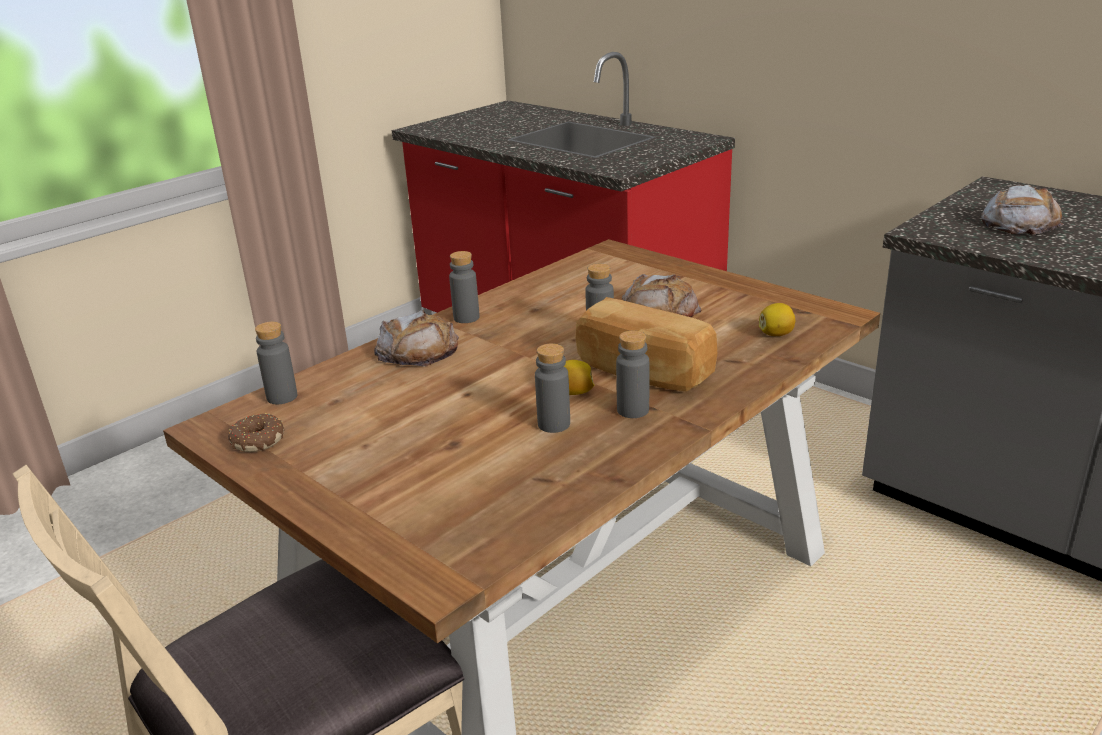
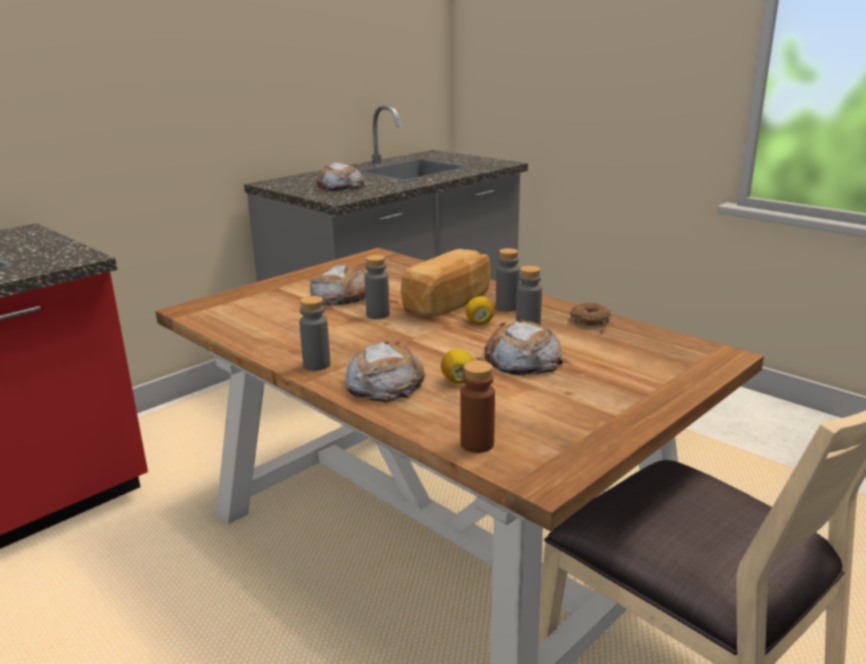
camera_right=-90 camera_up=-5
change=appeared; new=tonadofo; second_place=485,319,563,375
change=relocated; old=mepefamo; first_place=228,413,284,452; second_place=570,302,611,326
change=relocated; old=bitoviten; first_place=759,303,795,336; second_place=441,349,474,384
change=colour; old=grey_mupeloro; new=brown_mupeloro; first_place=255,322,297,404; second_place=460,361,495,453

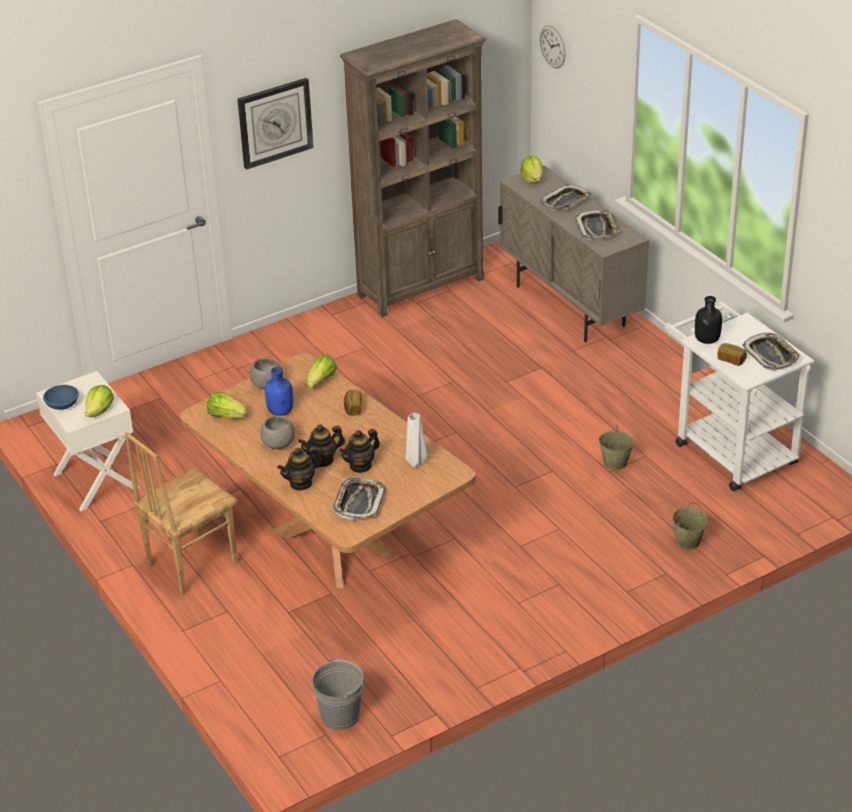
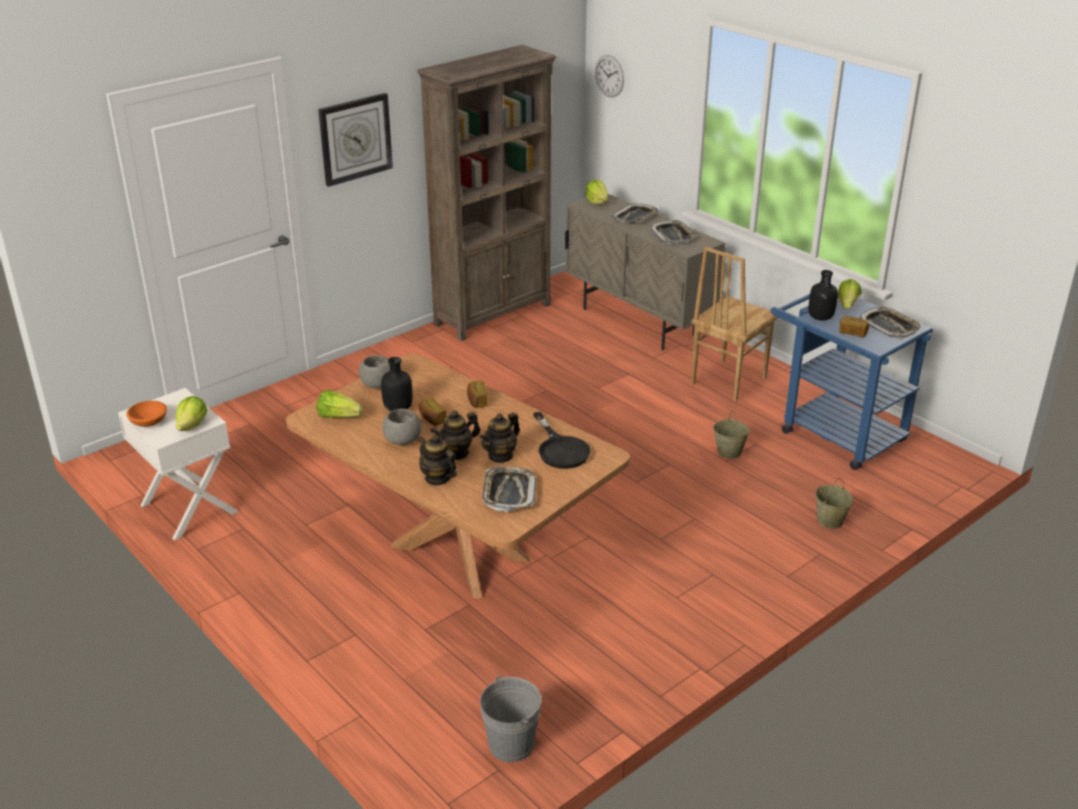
camera_right=-10 camera_up=-5
change=appeared; new=tonadofo; second_place=419,398,446,425
change=relocated; old=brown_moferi; first_place=125,432,238,595; second_place=691,247,778,401
change=relocated; old=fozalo; first_place=307,355,337,388; second_place=838,279,862,309
change=exchanged; old=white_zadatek; new=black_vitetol; first_place=406,413,427,467; second_place=533,412,590,469
change=colour; old=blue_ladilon; new=orange_ladilon; first_place=43,385,79,410; second_place=126,401,167,427
change=colour; old=blue_mupeloro; new=black_mupeloro; first_place=265,367,293,416; second_place=381,357,412,411
change=colour; old=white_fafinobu; new=blue_fafinobu; first_place=665,302,815,491; second_place=771,294,933,470
change=spun; old=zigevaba; first_place=277,447,321,491; second_place=418,435,457,486; degrees=90

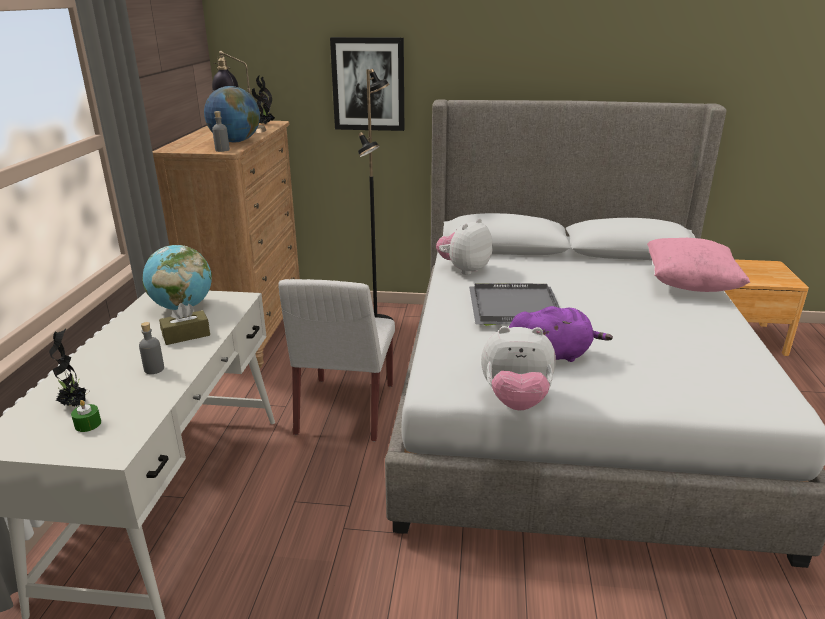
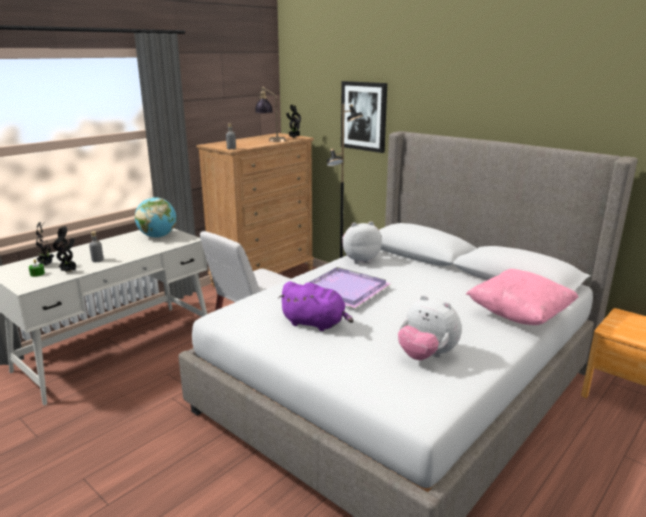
camera_right=35 camera_up=-5
change=missing; old=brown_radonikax; first_place=159,303,210,345
change=missing; old=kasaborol; first_place=204,86,260,142
change=appeared; new=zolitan; second_place=53,226,77,272
change=relocated; old=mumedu; first_place=481,326,556,410; second_place=398,295,462,360
change=colour; old=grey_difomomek; new=purple_difomomek; first_place=469,284,560,326; second_place=308,267,391,308

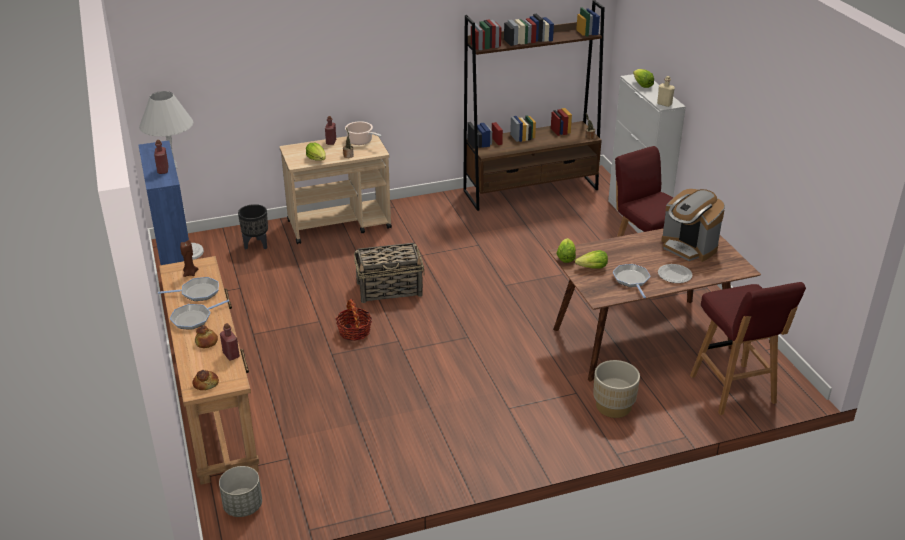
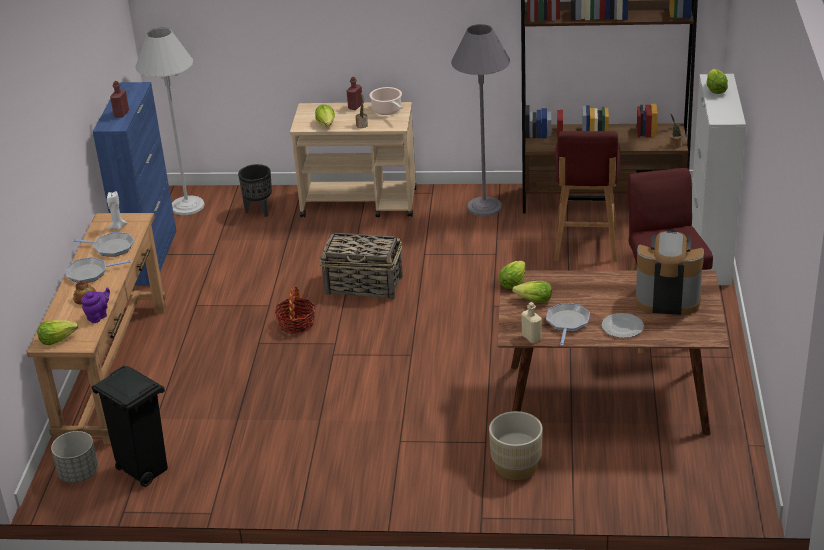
camera_right=25 camera_up=0
change=appeared; new=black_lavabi; second_place=91,365,168,487
change=appeared; new=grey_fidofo; second_place=451,24,510,217
change=relocated; old=beige_mupeloro; first_place=657,76,675,107; second_place=521,302,542,343
change=relocated; old=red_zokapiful; first_place=690,282,806,415; second_place=554,131,620,262
change=exchanged; old=tonadofo; new=fozalo; first_place=192,370,219,390; second_place=37,320,78,345
change=exchanged; old=red_mupeloro; new=purple_zigevaba; first_place=220,323,240,361; second_place=81,287,110,323
change=colour; old=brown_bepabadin; new=white_bepabadin; first_place=180,240,198,277; second_place=107,191,128,230
change=spun; old=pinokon; first_place=661,189,725,262; second_place=635,230,704,315; degrees=120

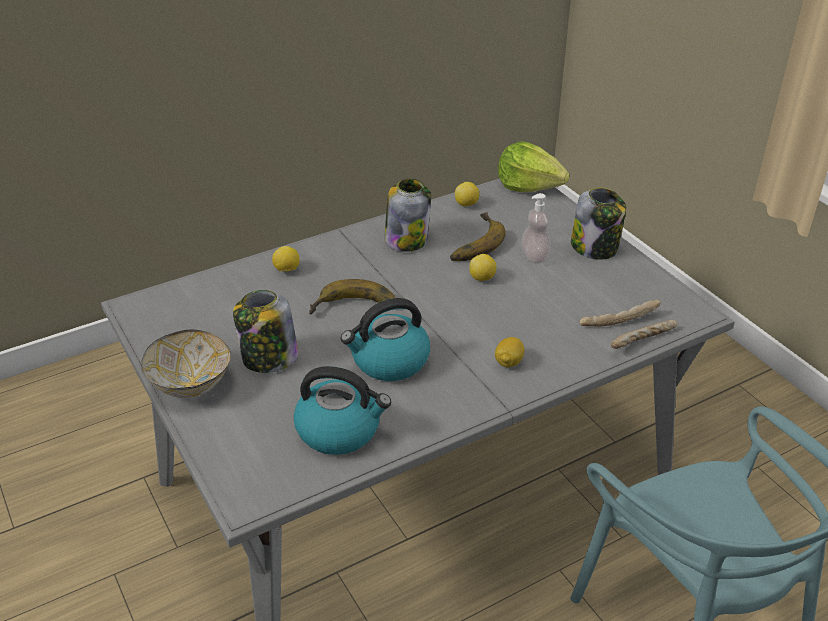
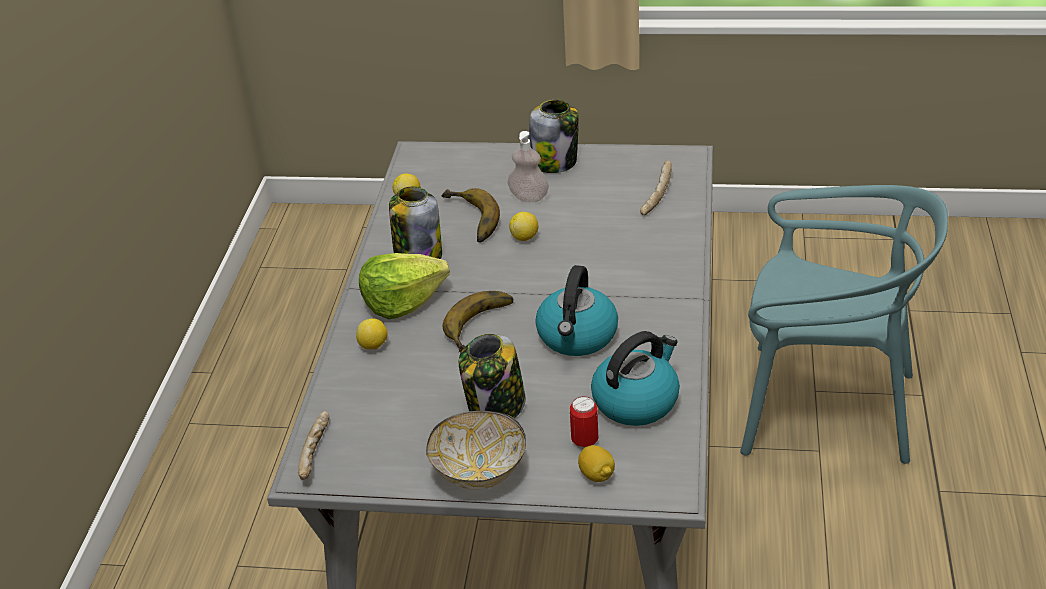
camera_right=-50 camera_up=0
change=appeared; new=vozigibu; second_place=570,396,598,449
change=relocated; old=bitoviten; first_place=495,337,524,367; second_place=578,445,615,482
change=relocated; old=fozalo; first_place=498,141,569,192; second_place=359,253,450,319
change=relocated; old=tonadofo; first_place=611,320,678,349; second_place=298,411,329,480

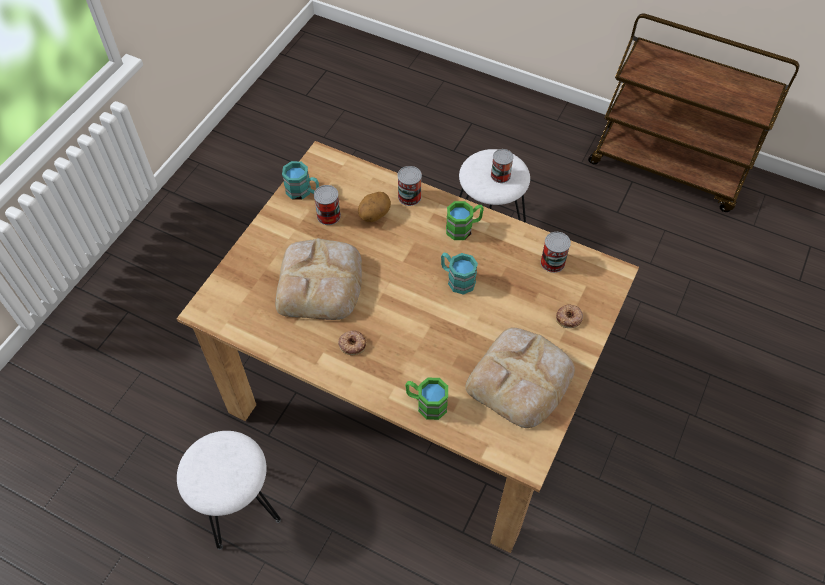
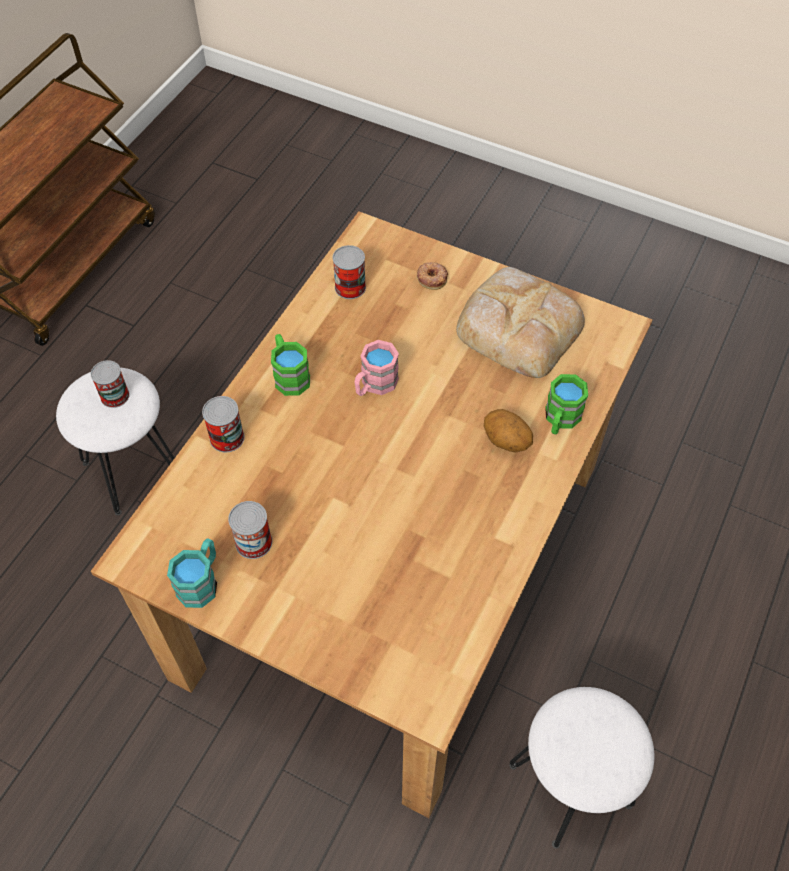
camera_right=-90 camera_up=0
change=missing; old=tonadofo; first_place=275,238,362,320
change=missing; old=mepefamo; first_place=338,330,367,355
change=relocated; old=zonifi; first_place=358,192,391,222; second_place=484,409,533,453
change=colour; old=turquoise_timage; new=pink_timage; first_place=441,253,478,295; second_place=354,340,399,396

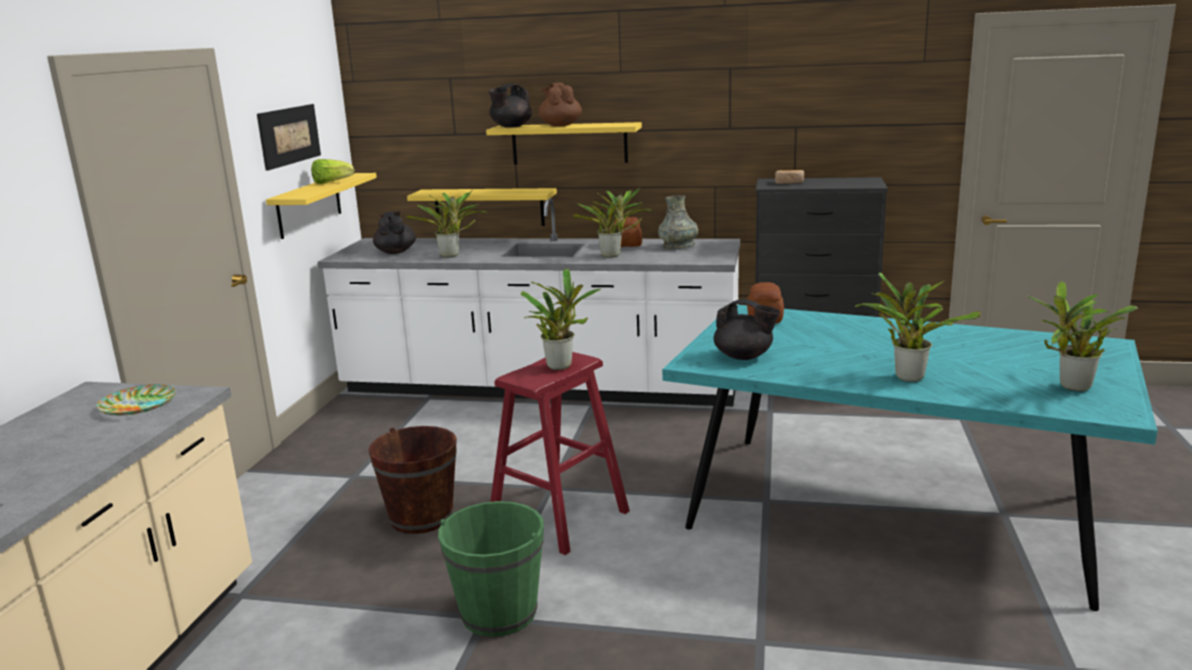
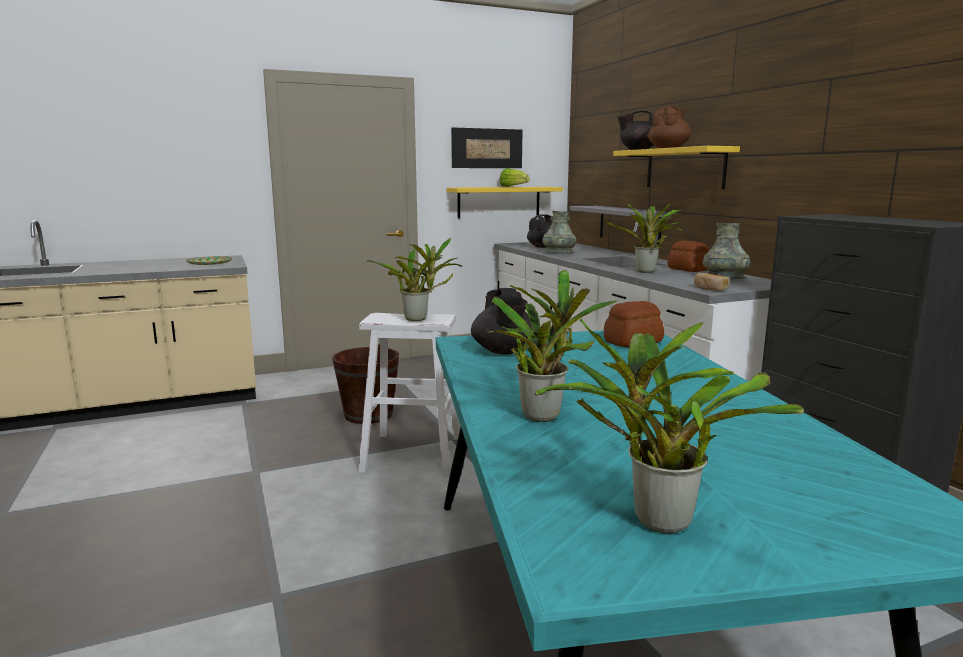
camera_right=55 camera_up=-5
change=missing; old=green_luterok; first_place=438,501,544,637
change=relocated; old=tonadofo; first_place=775,170,804,184; second_place=694,273,729,291
change=exchanged; old=zolitan; new=grey_zadatek; first_place=406,191,490,258; second_place=542,211,576,254
change=colour; old=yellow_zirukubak; new=grey_zirukubak; first_place=407,188,557,226; second_place=570,206,671,244
change=colour; old=red_zokapiful; new=white_zokapiful; first_place=490,352,630,555; second_place=358,313,460,476

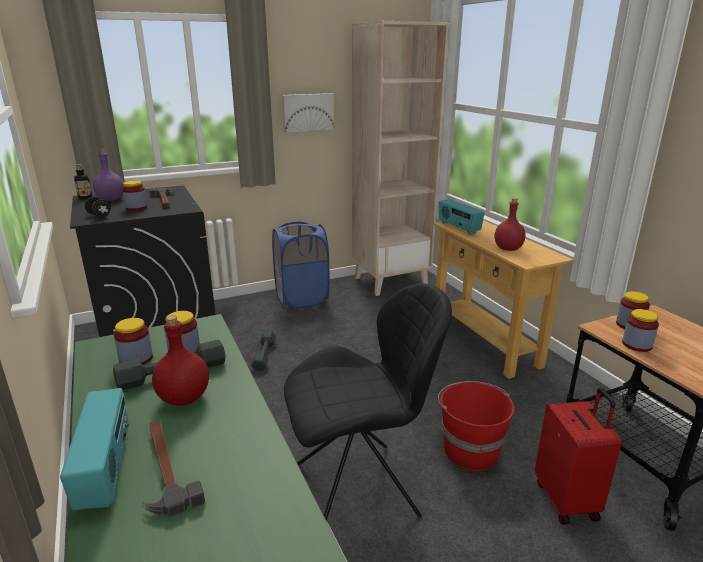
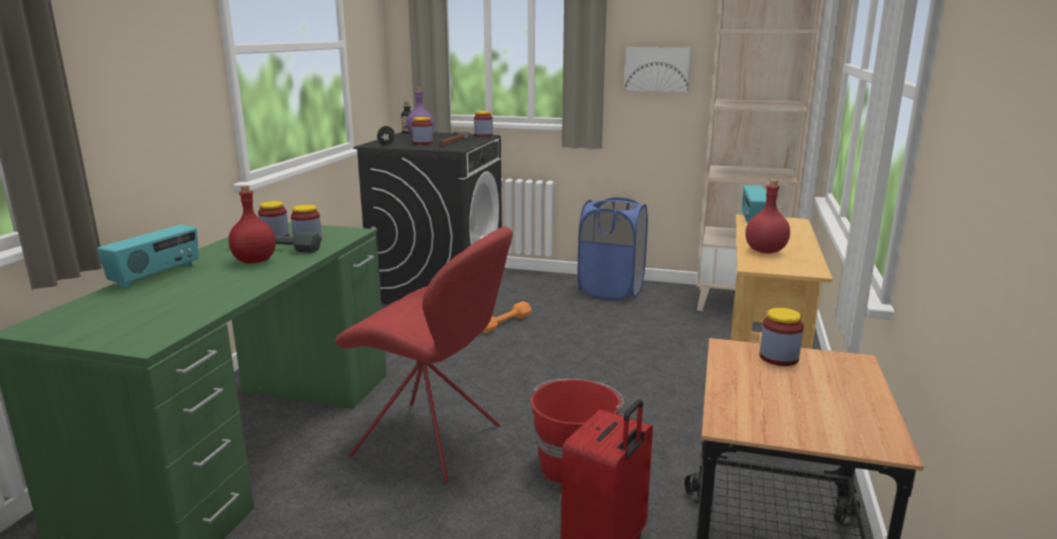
camera_right=40 camera_up=-5
change=missing; old=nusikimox; first_place=142,420,205,517
change=relocated; old=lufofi; first_place=622,309,659,352; second_place=474,111,493,137
change=colour; old=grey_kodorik; new=orange_kodorik; first_place=251,331,276,371; second_place=482,301,532,333
change=colour; old=black_moferi; new=red_moferi; first_place=284,283,452,521; second_place=335,226,513,483

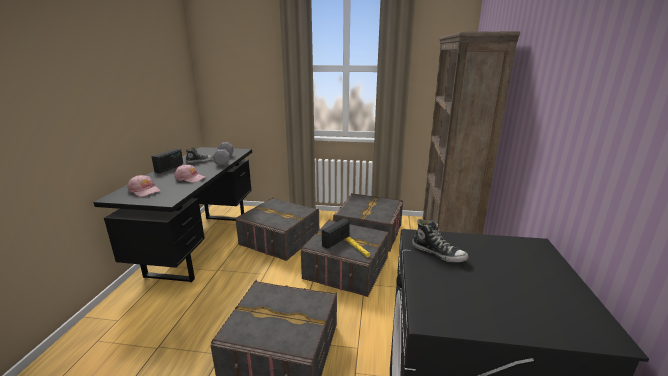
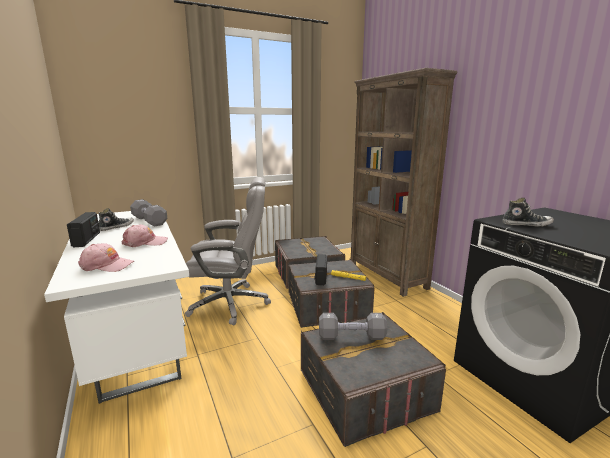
camera_right=-35 camera_up=-5
change=appeared; new=grey_kodorik; second_place=319,313,387,340
change=exchanged; old=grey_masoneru; new=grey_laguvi; first_place=236,197,319,261; second_place=185,177,271,325
change=colour; old=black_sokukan; new=white_sokukan; first_place=93,147,252,282; second_place=44,211,189,404

